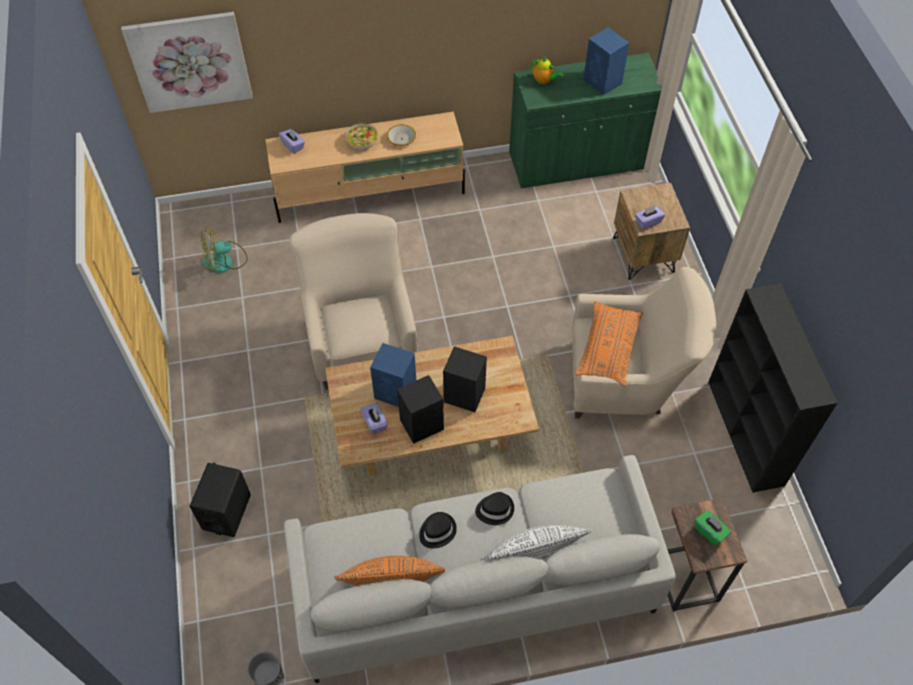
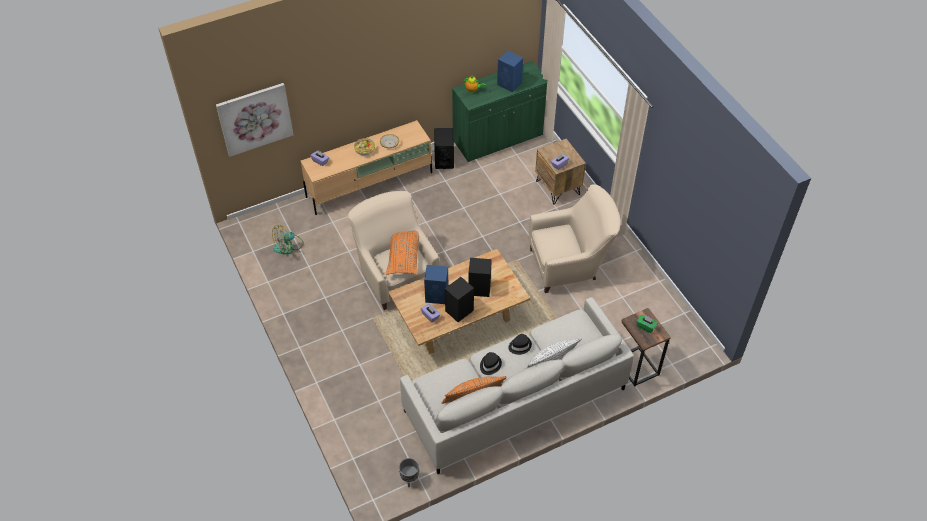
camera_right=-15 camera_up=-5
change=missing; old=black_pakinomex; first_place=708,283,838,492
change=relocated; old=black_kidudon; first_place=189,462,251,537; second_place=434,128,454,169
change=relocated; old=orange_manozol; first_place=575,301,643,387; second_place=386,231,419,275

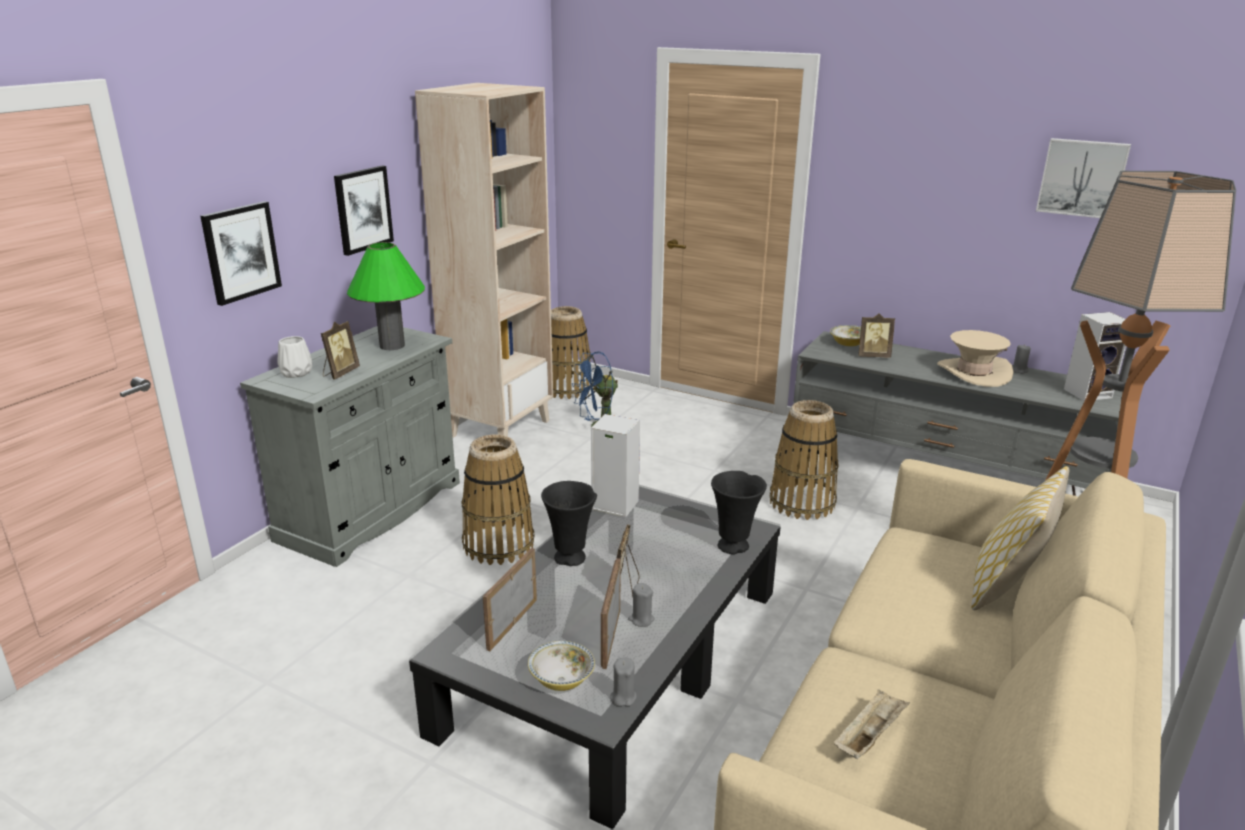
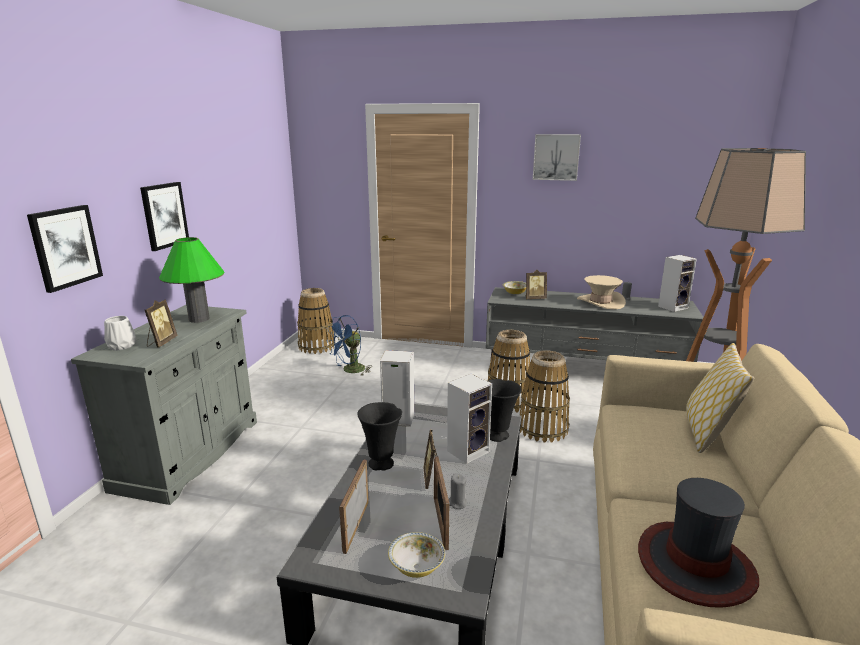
camera_right=-15 camera_up=-5
change=missing; old=beige_pakinomex; first_place=415,83,553,451
change=missing; old=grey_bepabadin; first_place=610,658,637,706
change=appeared; new=kidudon; second_place=447,374,492,464
change=relocated; old=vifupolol; first_place=462,435,534,565; second_place=520,350,570,443
change=relocated; old=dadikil; first_place=1036,138,1131,218; second_place=533,134,581,181
change=exchanged; old=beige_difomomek; new=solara; first_place=834,689,910,759; second_place=638,478,759,608

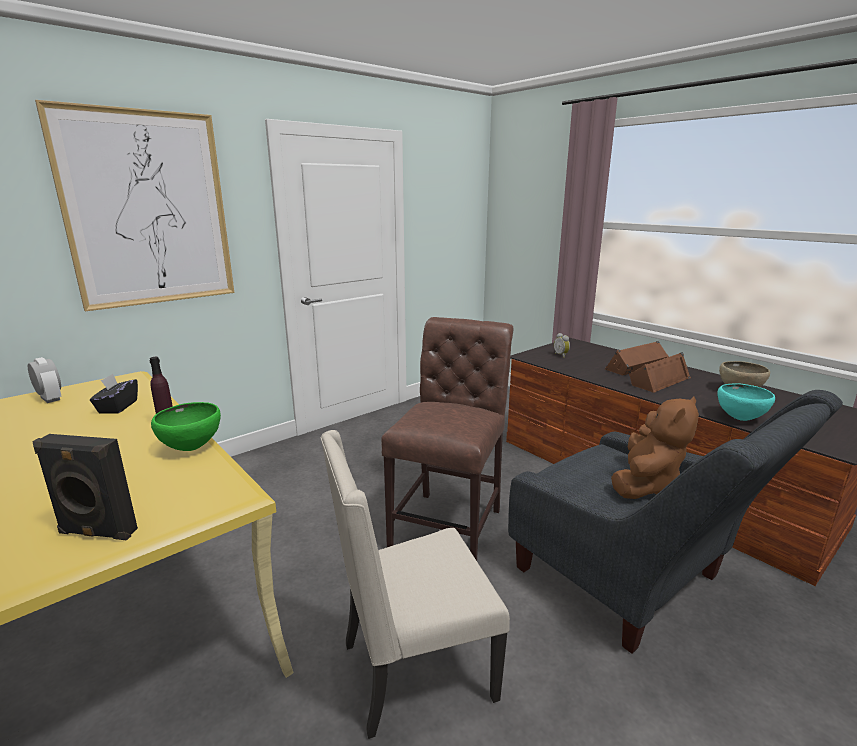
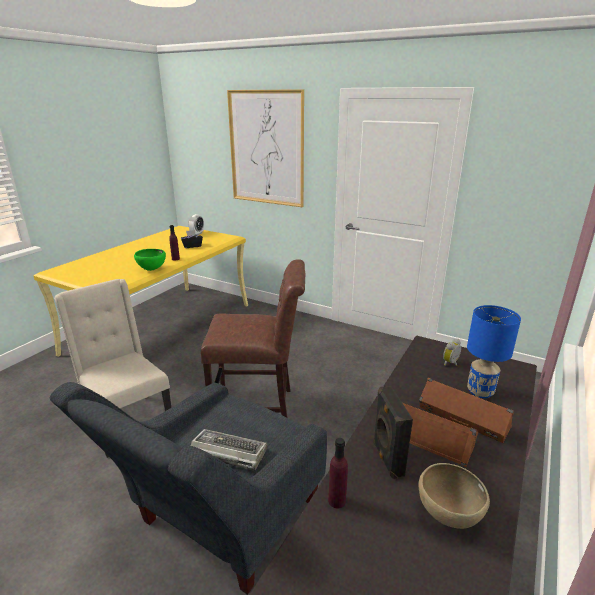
camera_right=70 camera_up=5
change=appeared; new=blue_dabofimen; second_place=467,305,521,398
change=relocated; old=black_kidudon; first_place=32,434,138,540; second_place=373,386,413,479
change=exchanged; old=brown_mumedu; new=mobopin; first_place=611,397,699,499; second_place=191,429,267,471
change=exchanged; old=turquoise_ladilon; new=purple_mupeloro; first_place=717,383,775,421; second_place=328,438,348,508

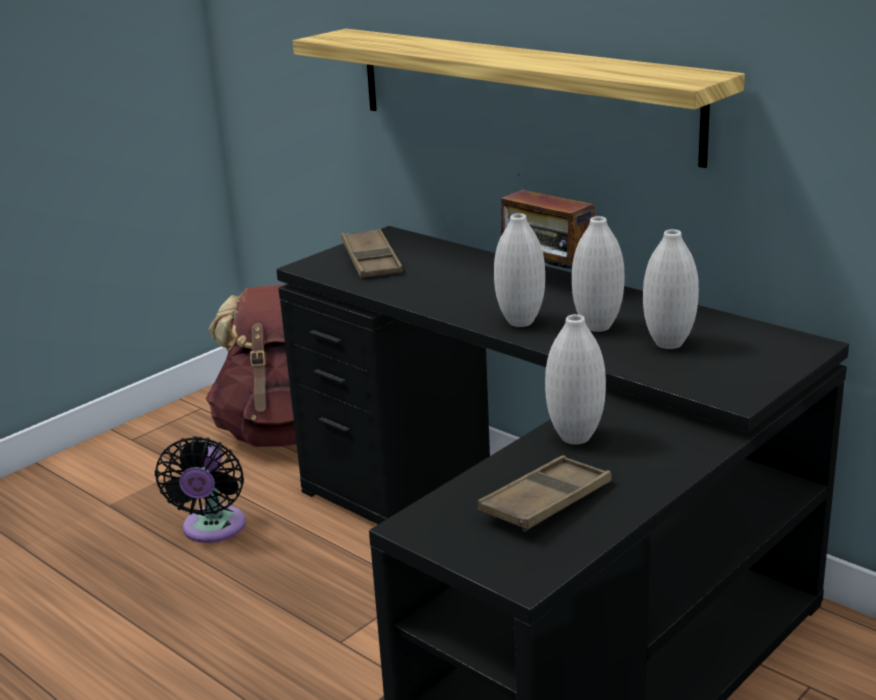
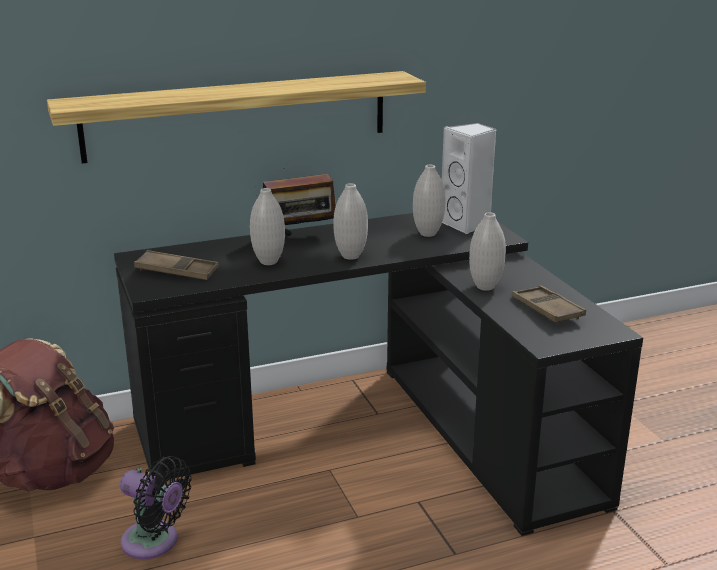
camera_right=-65 camera_up=0
change=appeared; new=white_kidudon; second_place=442,123,496,234
change=relocated; old=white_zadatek; first_place=572,216,624,332; second_place=250,188,285,265

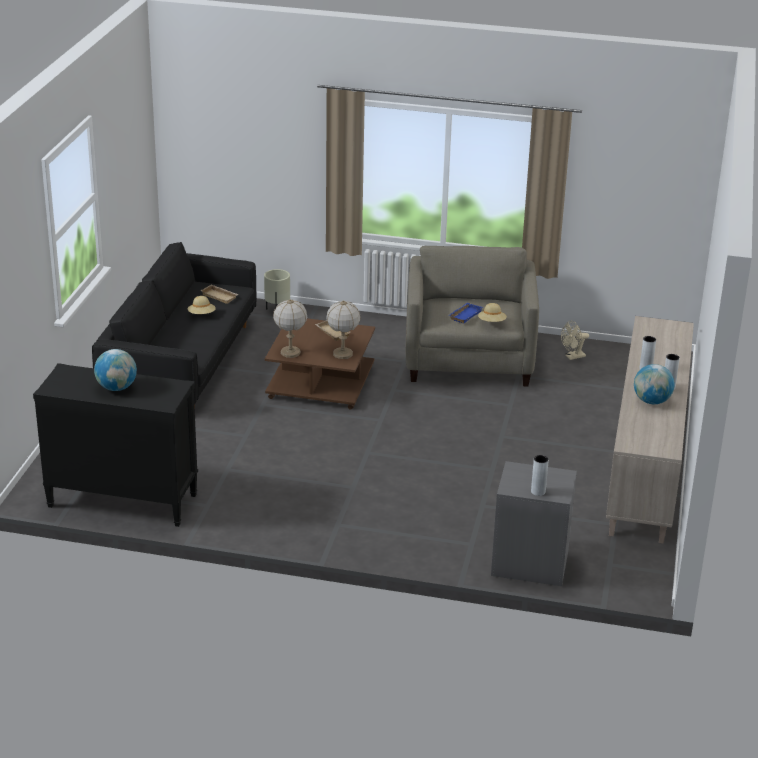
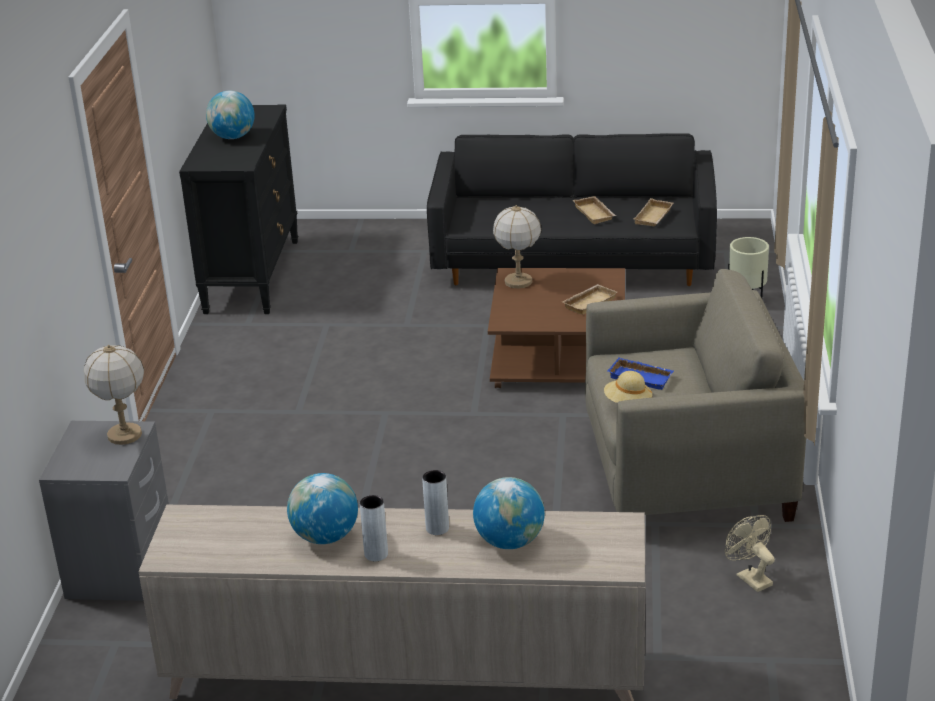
camera_right=85 camera_up=0
change=missing; old=grey_zadatek; first_place=531,455,549,496
change=appeared; new=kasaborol; second_place=473,477,545,549
change=relocated; old=dabofimen; first_place=326,300,361,359; second_place=84,345,144,445
change=exchanged; old=beige_solara; new=beige_difomomek; first_place=188,296,216,314; second_place=573,196,616,224

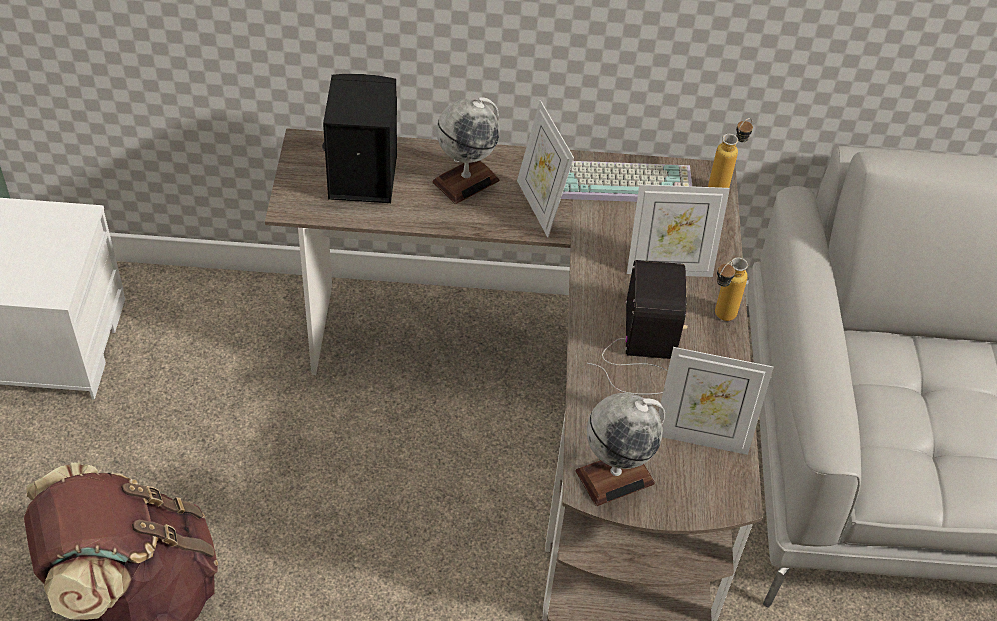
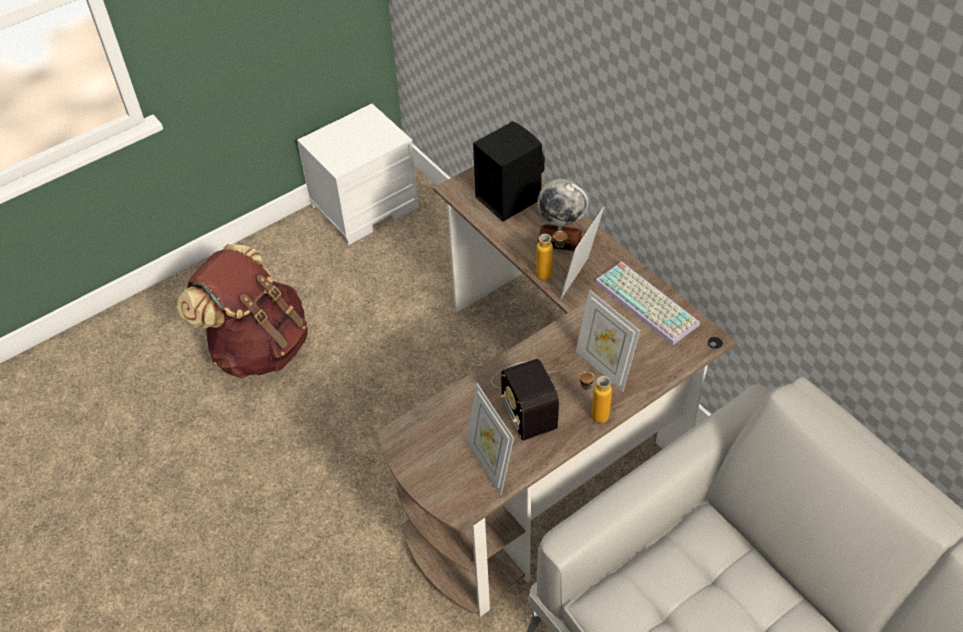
camera_right=55 camera_up=0
change=missing; old=kasaborol; first_place=575,393,665,506
change=relocated; old=mupeloro; first_place=708,118,753,188; second_place=536,231,567,280
change=spun; old=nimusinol; first_place=586,260,688,395; second_place=491,359,559,441; degrees=105

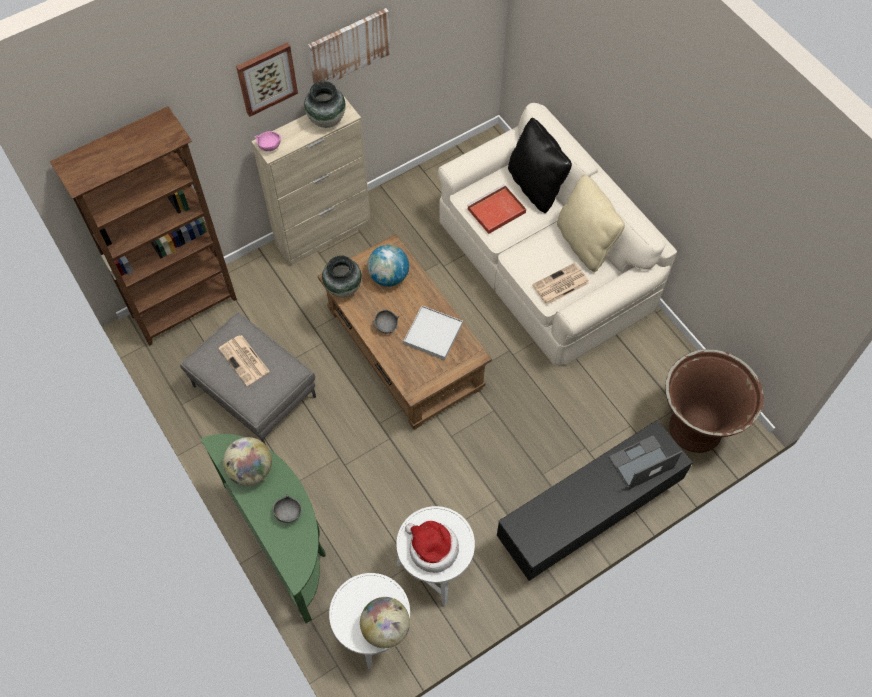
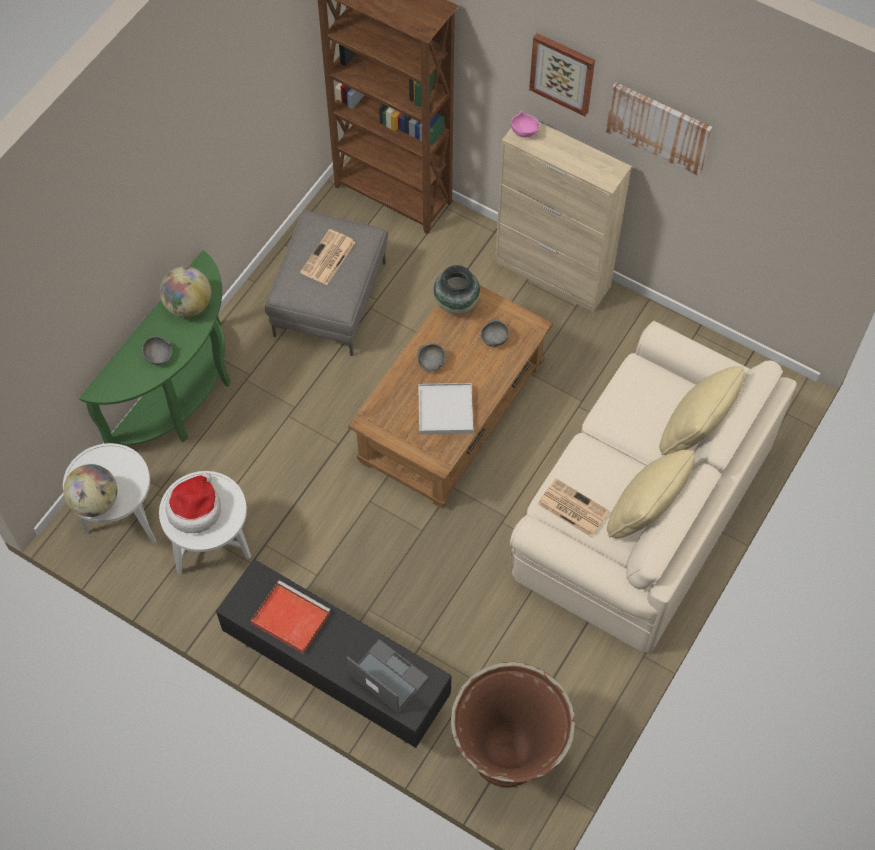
camera_right=65 camera_up=0
change=missing; old=zadatek; first_place=304,81,346,128
change=relocated; old=red_difomomek; first_place=468,185,526,234; second_place=251,580,331,654
change=exchanged; old=kasaborol; new=grey_ladilon; first_place=367,245,409,287; second_place=480,319,509,347
change=colour; old=black_manozol; new=beige_manozol; first_place=508,118,572,213; second_place=659,366,745,455

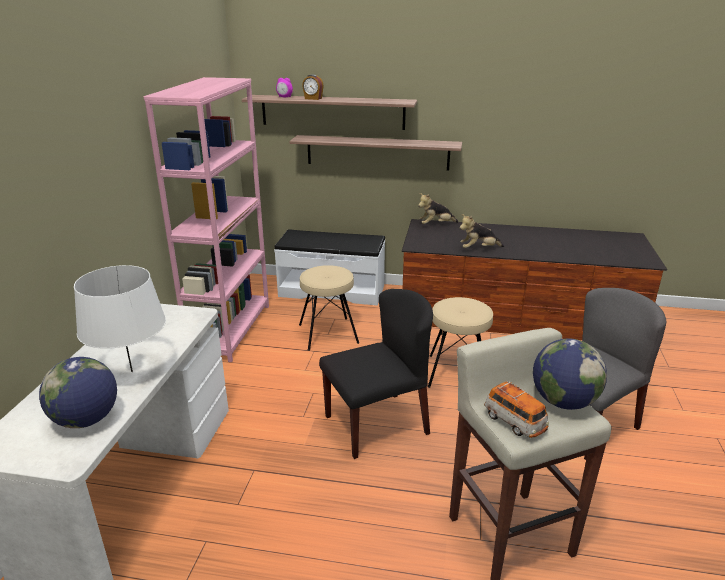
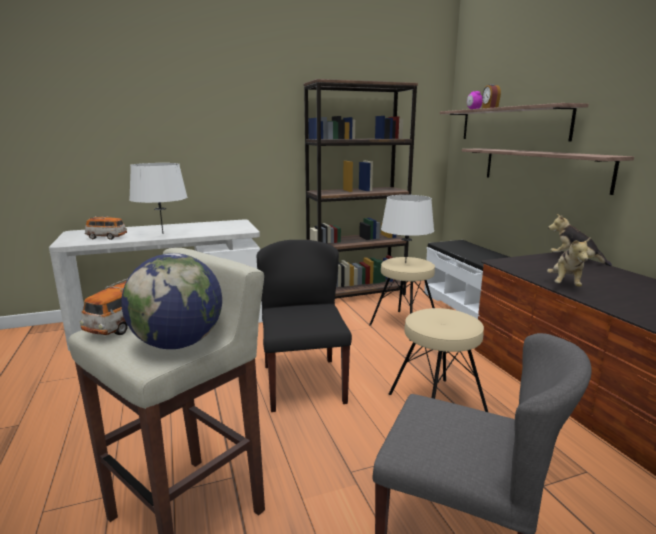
camera_right=60 camera_up=-10
change=appeared; new=white_dabofimen; second_place=381,195,434,263
change=exchanged; old=kasaborol; new=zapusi; first_place=39,357,117,428; second_place=85,216,127,240
change=colour; old=pink_pakinomex; new=brown_pakinomex; first_place=144,77,269,362; second_place=304,79,418,299
change=spun; old=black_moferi; first_place=319,289,433,459; second_place=257,240,352,412; degrees=-135
change=spun; old=mumedu; first_place=460,214,504,248; second_place=547,238,590,287; degrees=-120

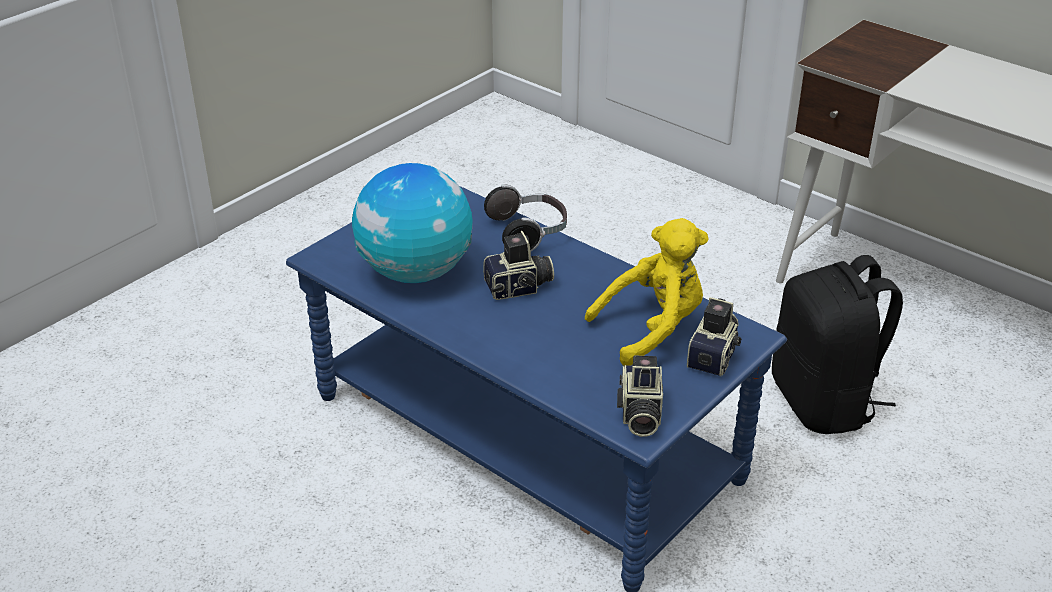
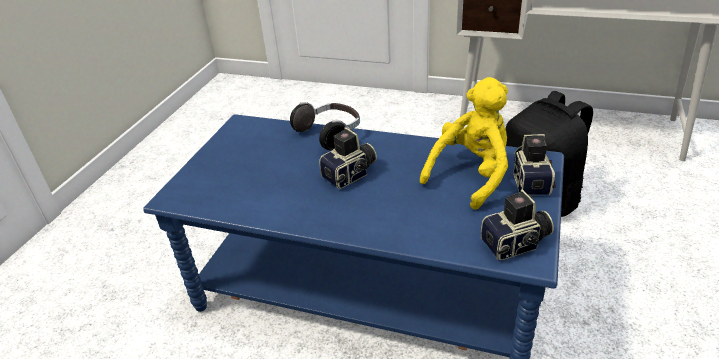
camera_right=-20 camera_up=0
change=missing; old=kasaborol; first_place=352,163,473,283
change=spun; old=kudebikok; first_place=617,355,663,437; second_place=481,189,554,260; degrees=-90

